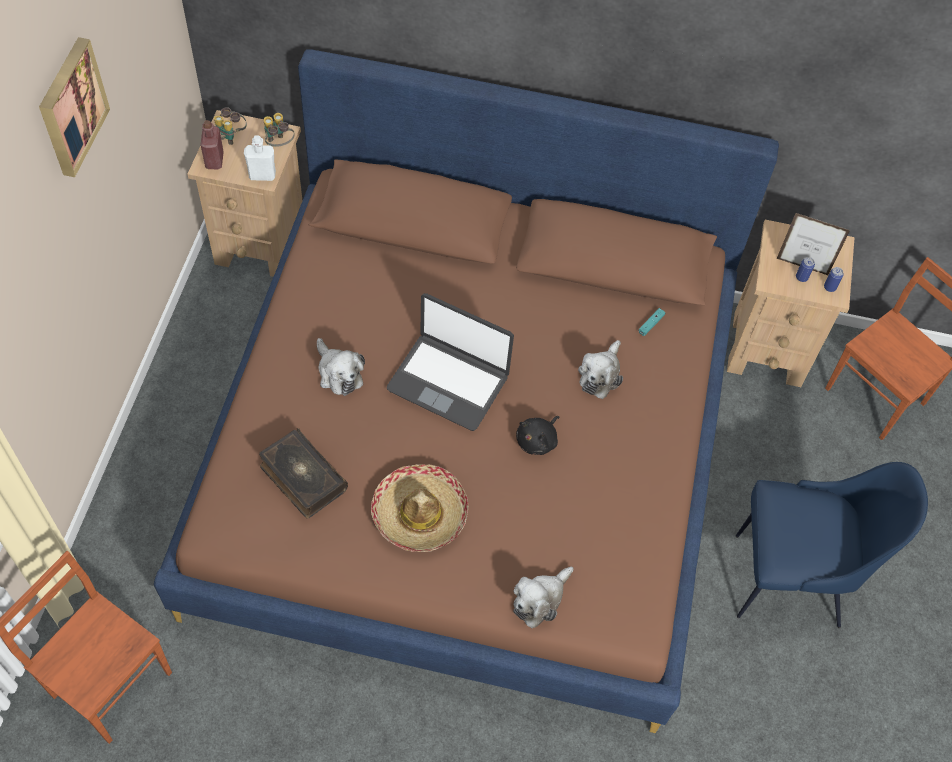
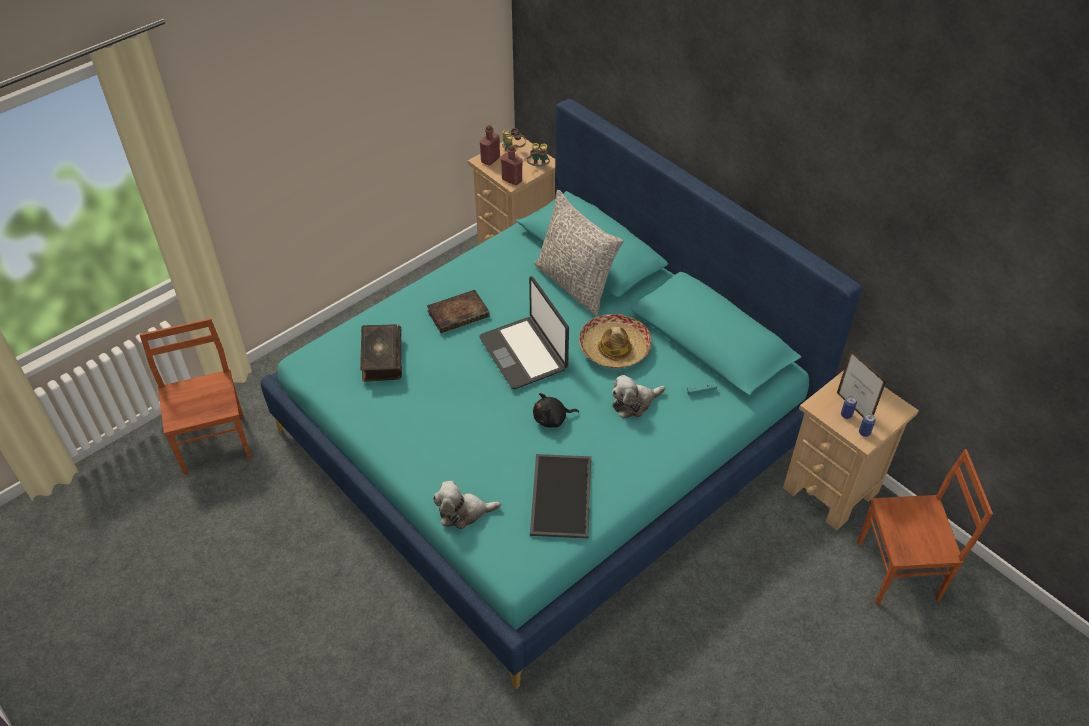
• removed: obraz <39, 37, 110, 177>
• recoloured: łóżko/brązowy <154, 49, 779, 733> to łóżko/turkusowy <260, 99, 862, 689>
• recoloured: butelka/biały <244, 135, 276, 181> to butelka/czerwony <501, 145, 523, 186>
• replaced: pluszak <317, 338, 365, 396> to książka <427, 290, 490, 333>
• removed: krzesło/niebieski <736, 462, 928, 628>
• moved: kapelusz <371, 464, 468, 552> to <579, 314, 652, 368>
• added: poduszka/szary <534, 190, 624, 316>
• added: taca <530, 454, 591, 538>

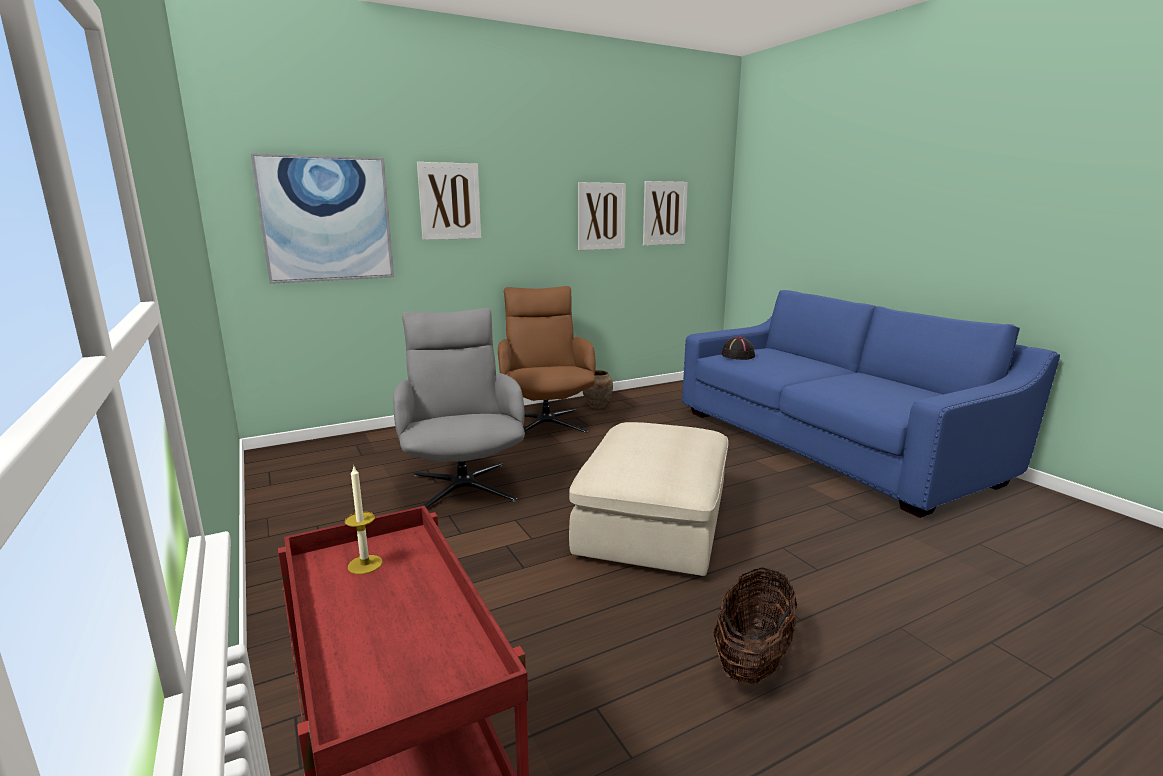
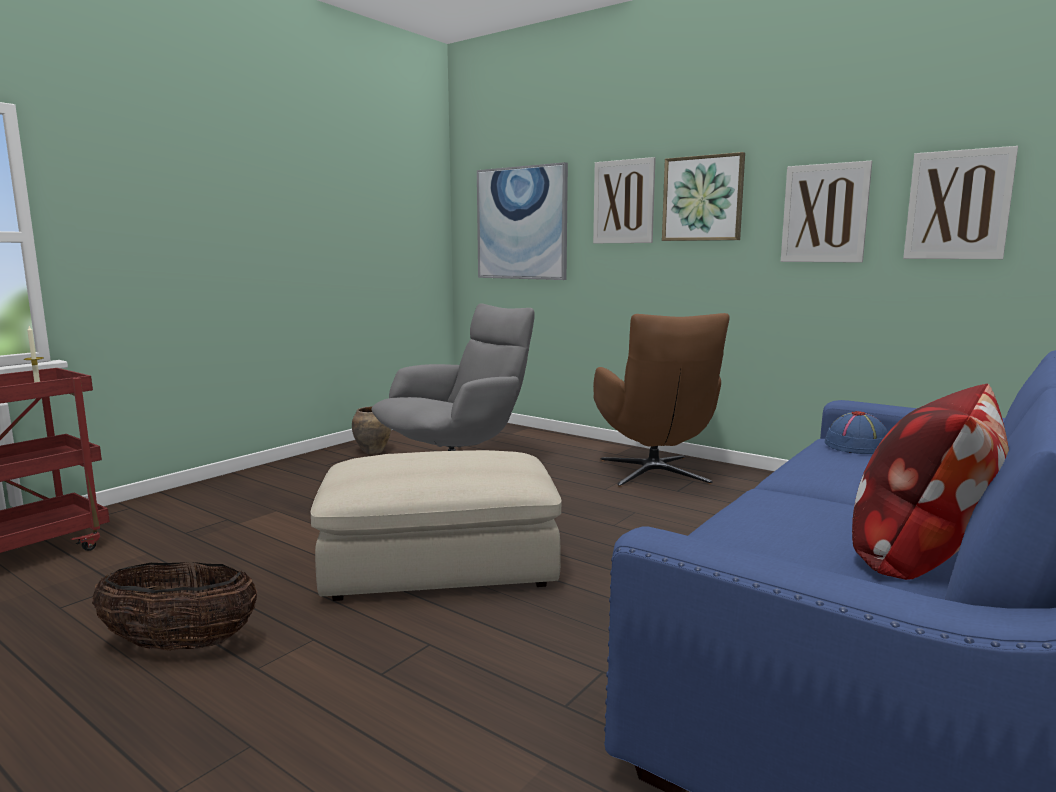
• turned: fotel/brązowy <498, 286, 596, 434> = <593, 313, 730, 487> 120 degrees clockwise
• recoloured: kapelusz/czarny <721, 337, 755, 360> to kapelusz/niebieski <825, 411, 888, 454>
• moved: wazon/brązowy <583, 370, 613, 409> to <352, 406, 391, 454>
• added: obraz <662, 152, 745, 241>
• added: poduszka <852, 384, 1009, 580>

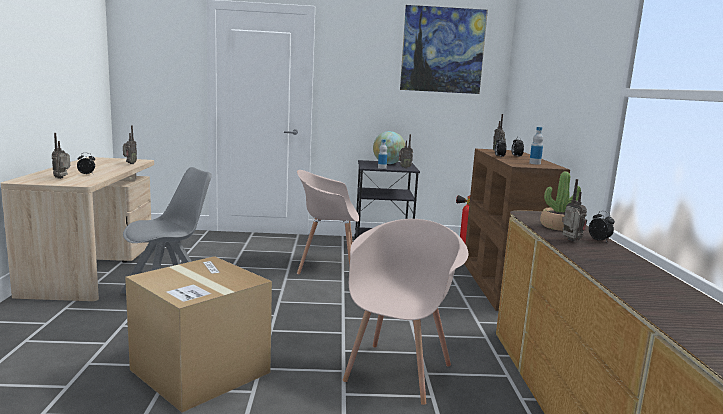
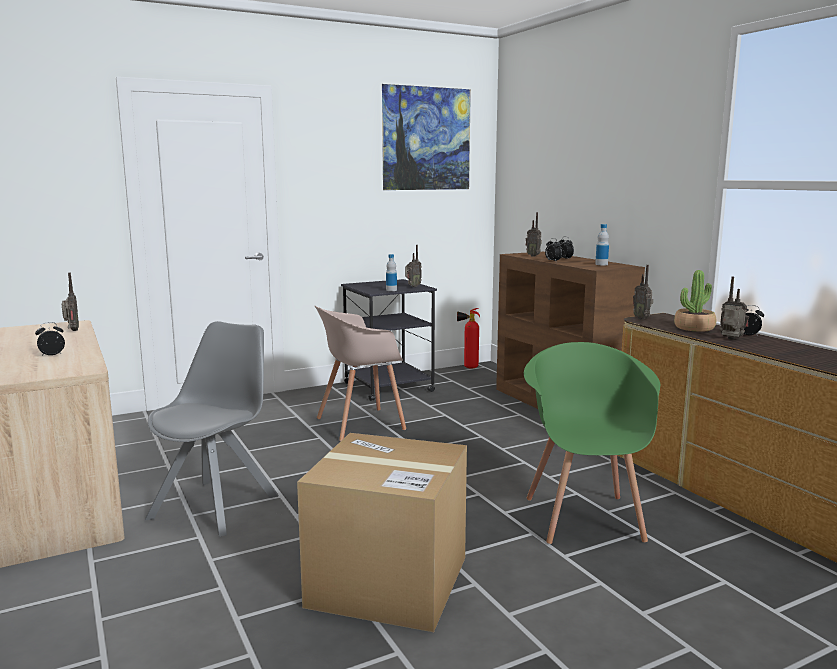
• removed: globus <373, 131, 405, 164>
• moved: radio <52, 133, 70, 179> to <633, 265, 653, 320>
• recoloured: krzesło/beżowy <343, 219, 468, 405> to krzesło/zielony <524, 342, 660, 544>

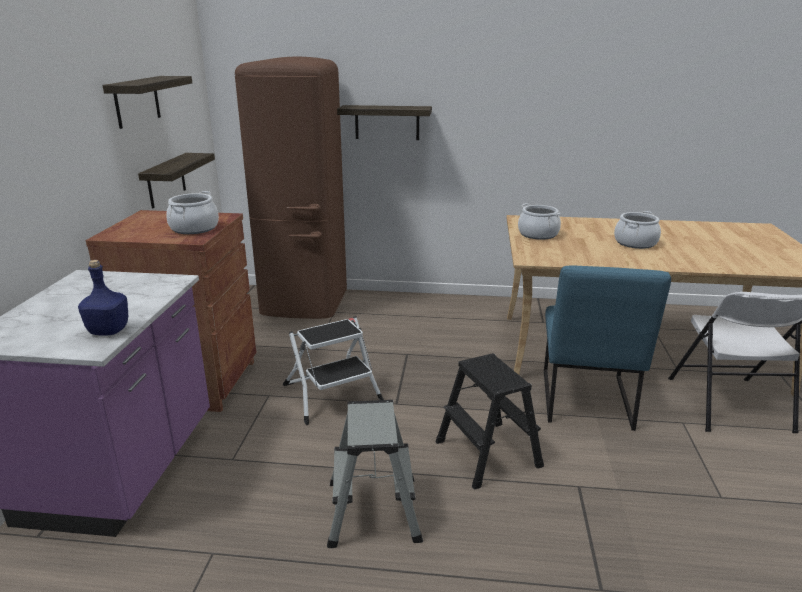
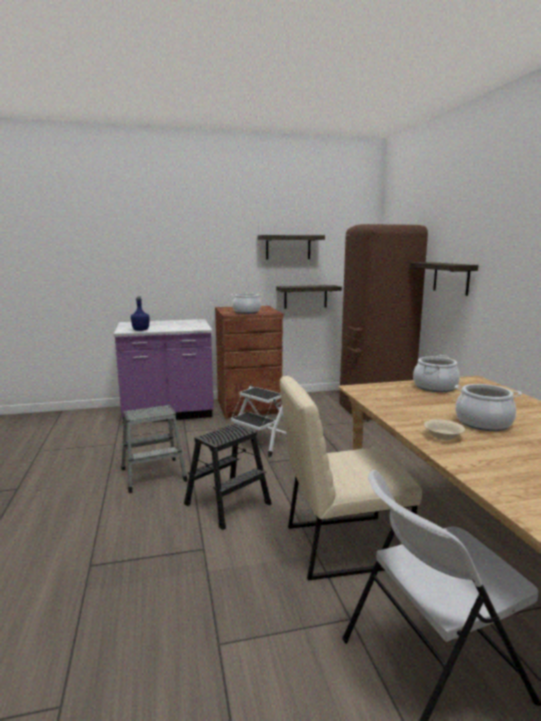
• recoloured: krzesło/niebieski <544, 266, 671, 431> to krzesło/beżowy <280, 376, 422, 581>
• added: miska/beżowy <424, 419, 465, 440>

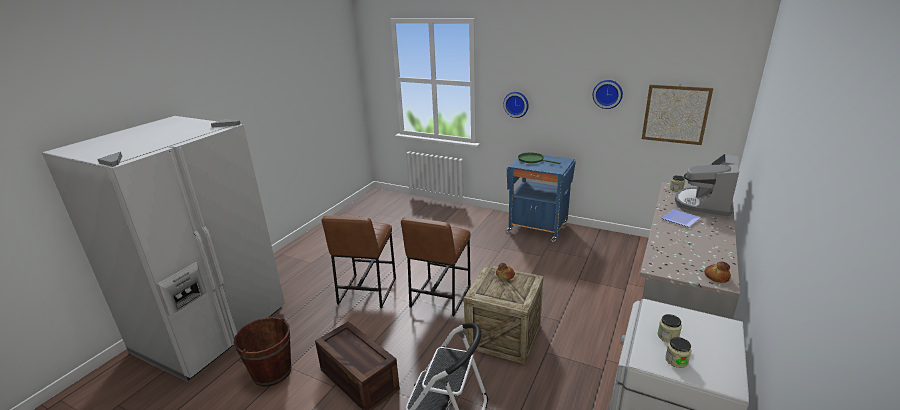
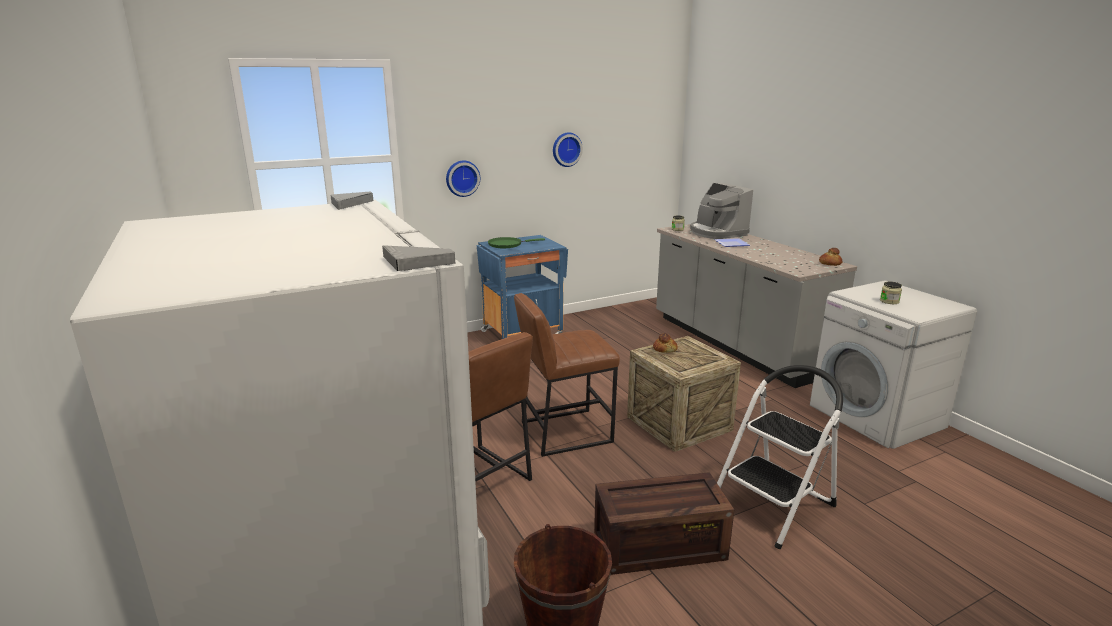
• removed: obraz <642, 84, 713, 145>
• turned: krzesło/brązowy <401, 217, 470, 316> = <514, 293, 620, 457> 105 degrees clockwise
• removed: słoik <665, 337, 691, 368>

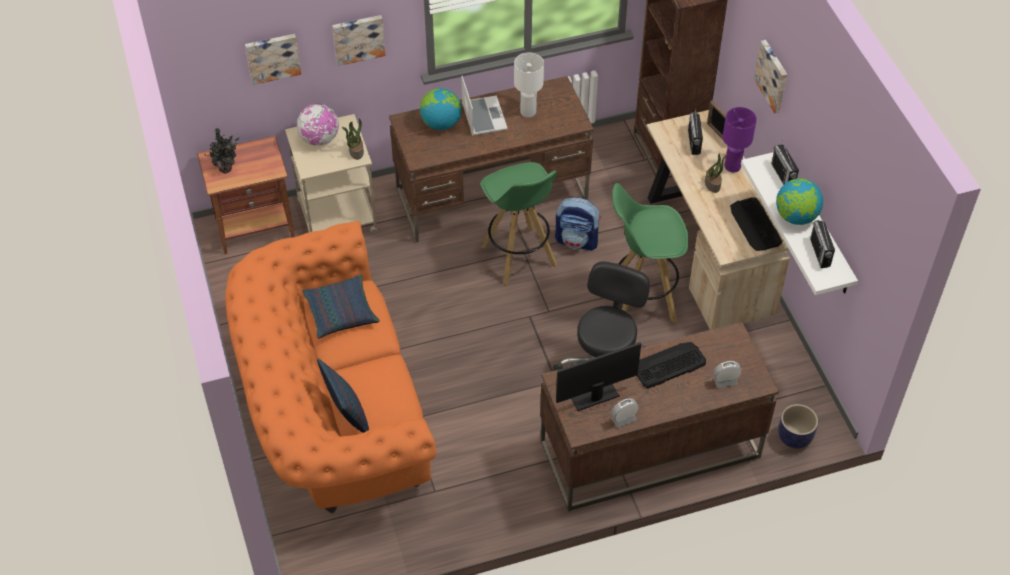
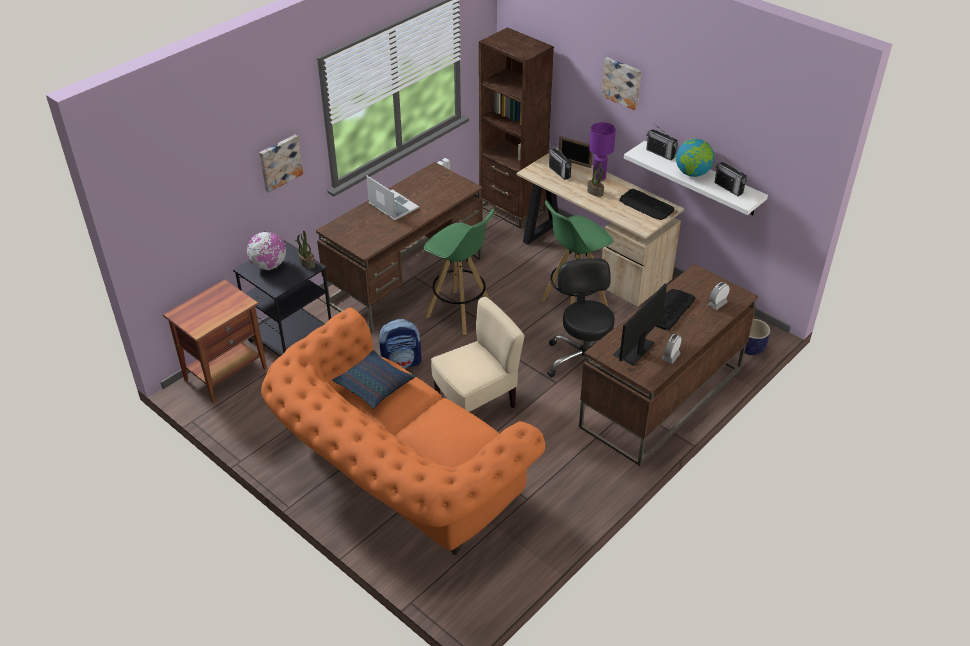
• removed: obraz <245, 34, 301, 85>
• removed: lampa stołowa/biały <514, 52, 544, 117>
• removed: globus <420, 88, 462, 130>
• recoloured: wózek/beżowy <285, 114, 378, 233> to wózek/czarny <233, 240, 331, 356>
• removed: roślina doniczkowa <206, 128, 239, 174>
• moved: plecak <555, 197, 601, 251> to <379, 319, 422, 368>
• removed: poduszka/niebieski <317, 359, 369, 433>
• added: krzesło/beżowy <431, 297, 525, 412>

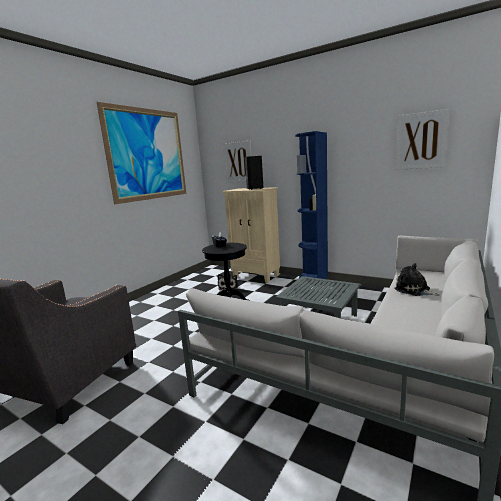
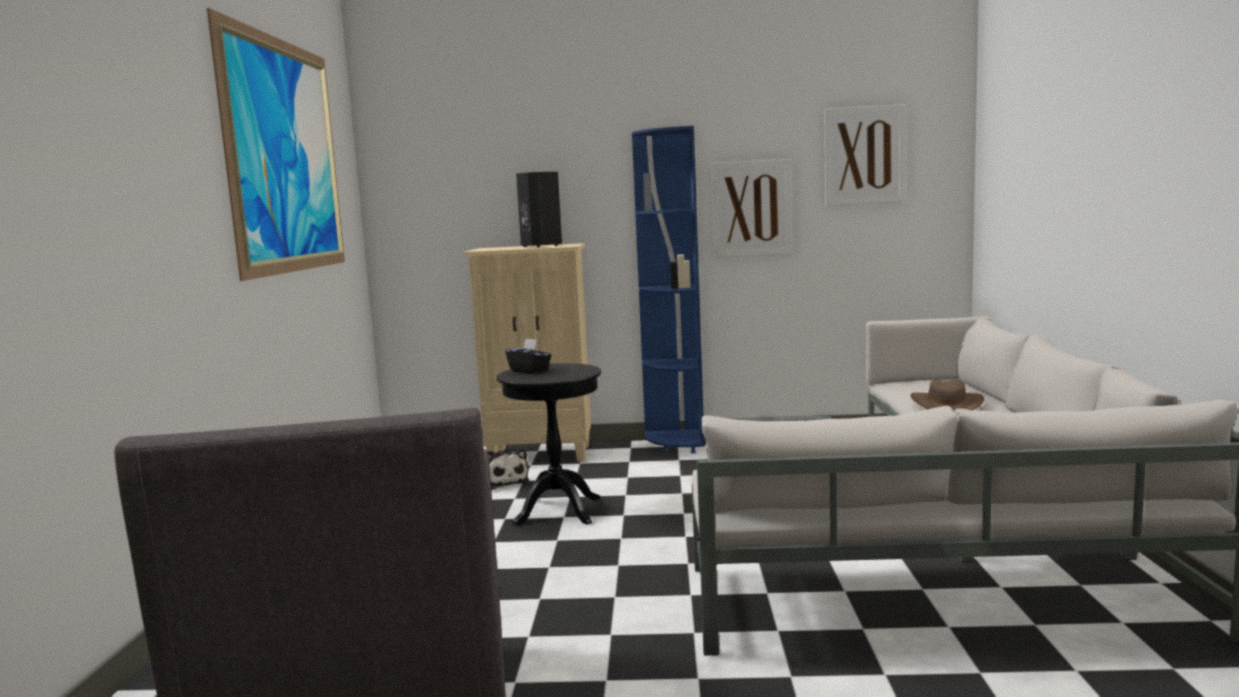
• moved: obraz <223, 141, 252, 183> to <712, 159, 792, 258>
• replaced: pluszak <394, 263, 440, 296> to kapelusz/brązowy <910, 380, 984, 411>

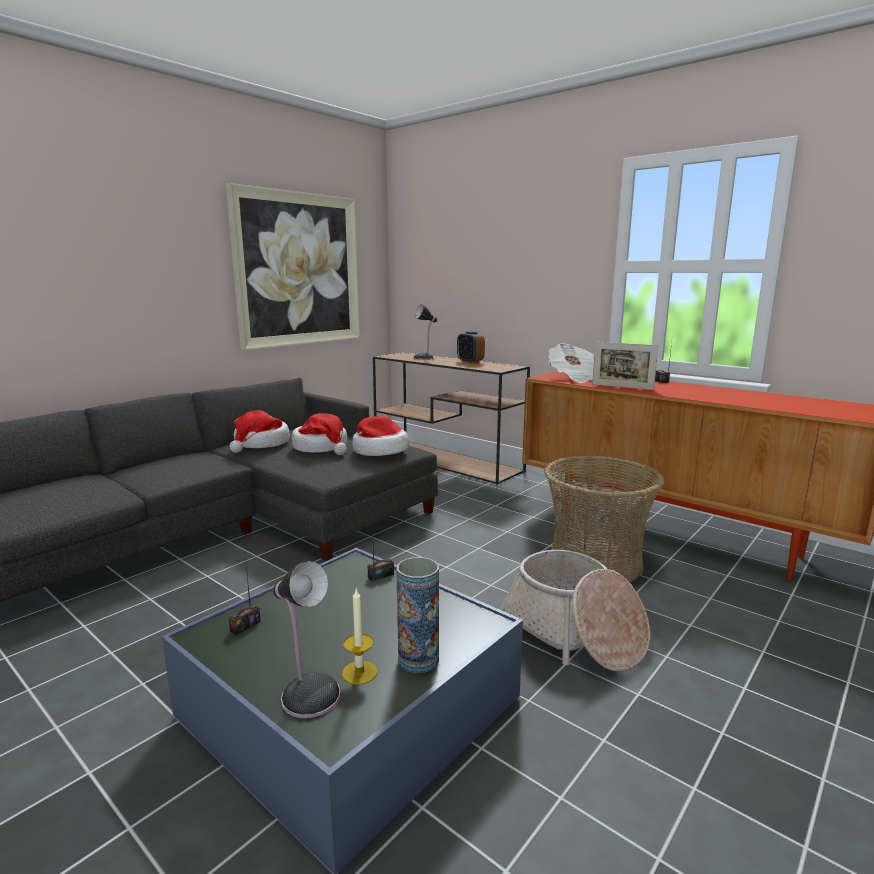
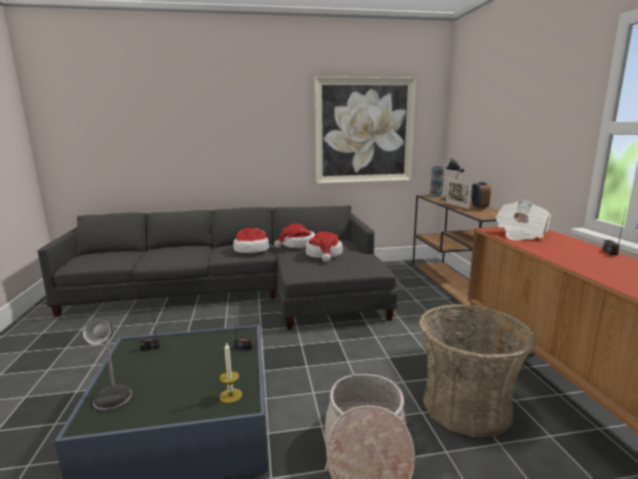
• moved: ramka na zdjęcie <592, 342, 658, 390> to <446, 178, 472, 209>
• moved: kapelusz <353, 415, 408, 456> to <233, 228, 269, 253>
• moved: wazon <396, 557, 439, 673> to <430, 166, 444, 197>
• moved: świeca <342, 589, 377, 685> to <220, 342, 242, 403>

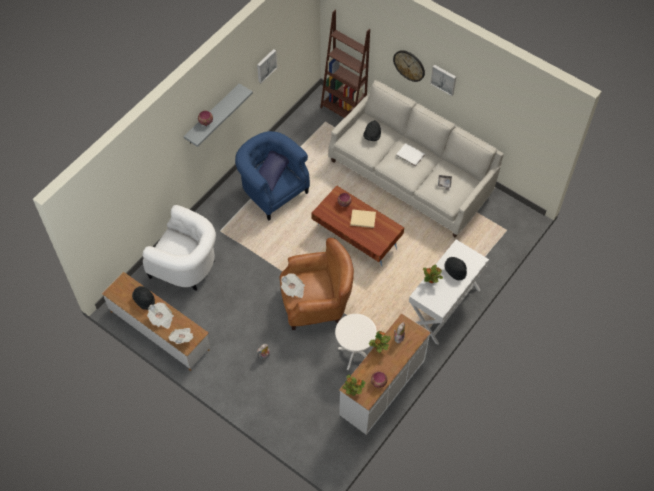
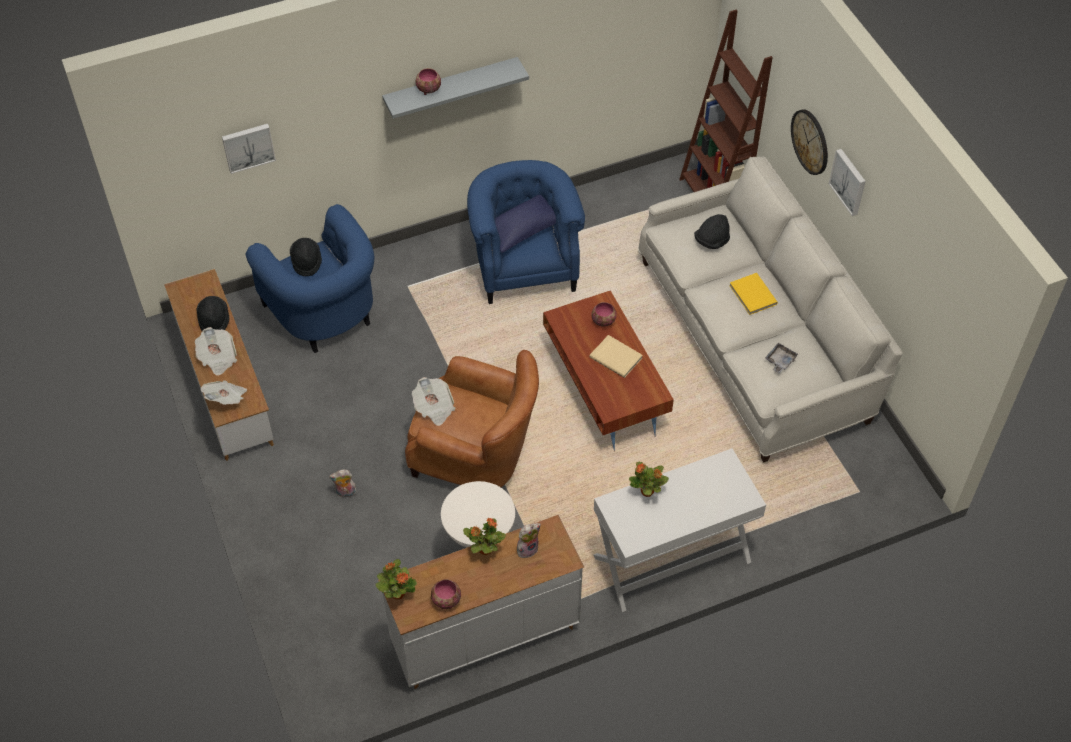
• moved: obraz <257, 49, 277, 83> to <222, 124, 276, 174>
• recoloured: książka/biały <396, 143, 425, 167> to książka/żółty <729, 273, 778, 315>
• recoloured: fotel/biały <142, 205, 216, 291> to fotel/niebieski <245, 204, 374, 353>
• moved: kapelusz/czarny <444, 257, 467, 280> to <290, 238, 322, 276>

